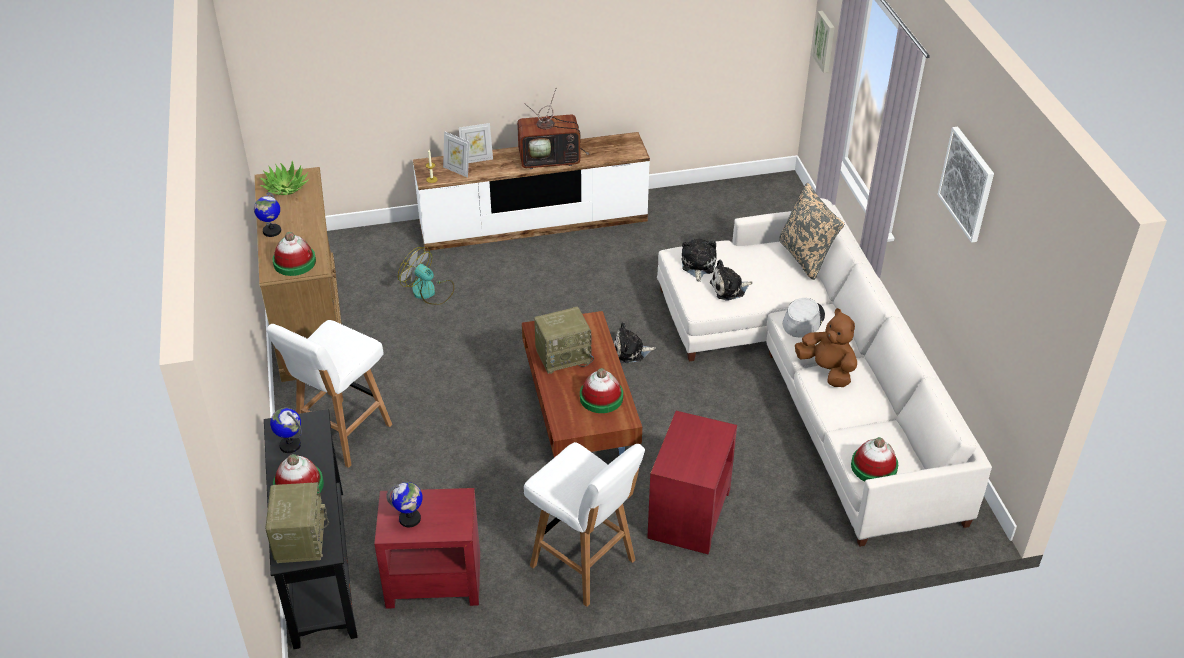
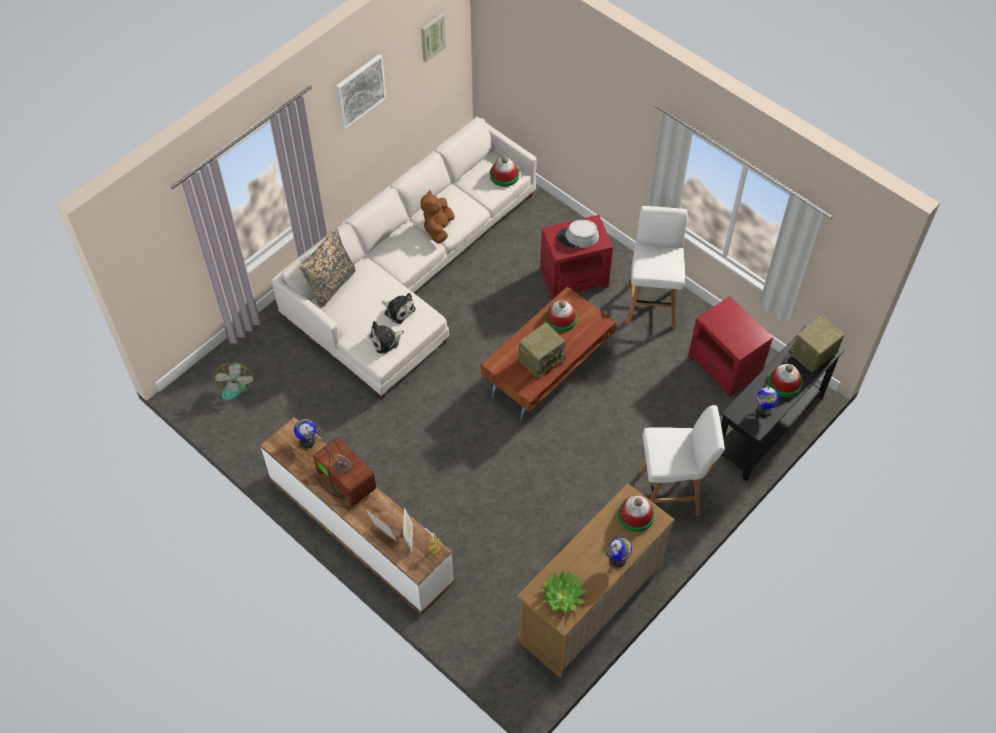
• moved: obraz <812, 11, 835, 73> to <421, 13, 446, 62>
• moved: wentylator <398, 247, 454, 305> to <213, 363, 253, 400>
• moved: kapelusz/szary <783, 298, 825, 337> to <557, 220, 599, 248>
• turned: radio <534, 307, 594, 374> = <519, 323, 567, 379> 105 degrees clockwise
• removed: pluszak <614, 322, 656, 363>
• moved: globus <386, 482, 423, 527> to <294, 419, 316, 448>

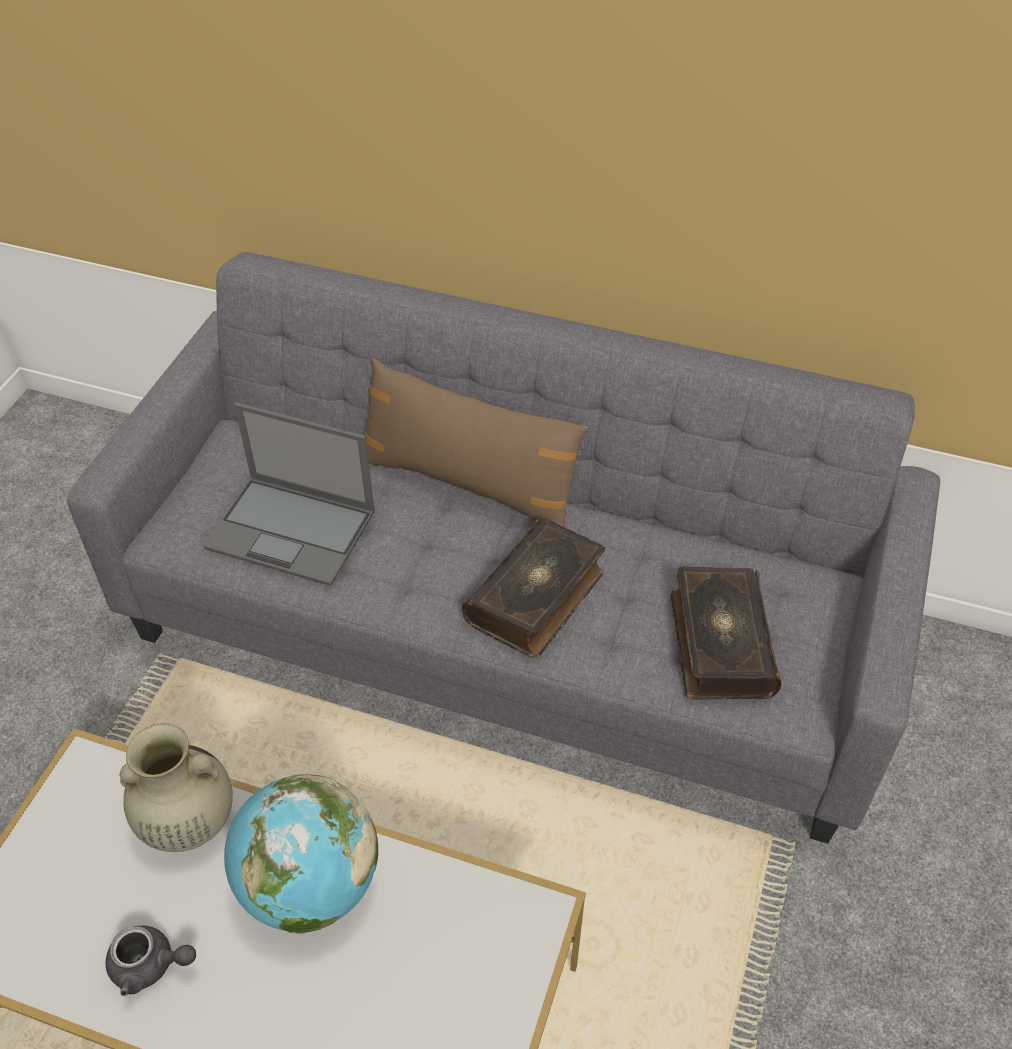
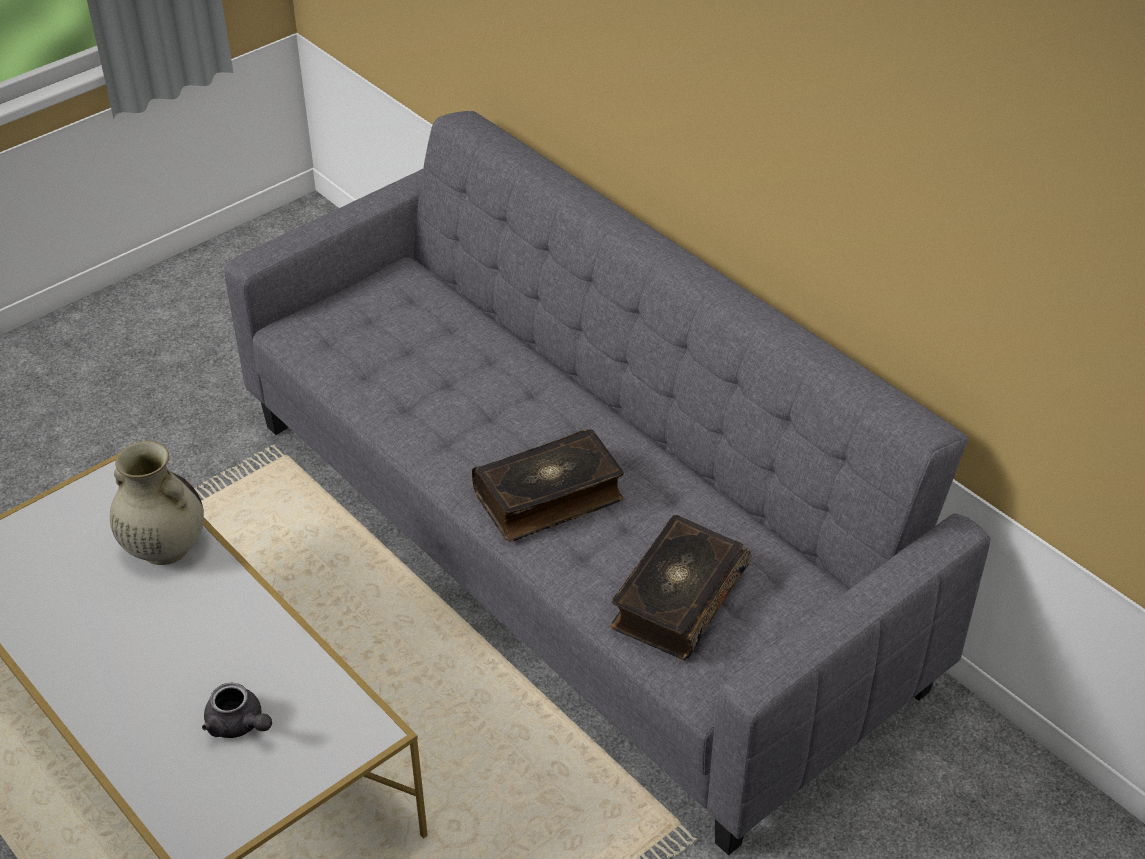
• removed: poduszka/brązowy <365, 358, 588, 528>
• removed: laptop <203, 402, 375, 586>
• removed: globus <224, 774, 378, 934>
• moved: imbryk/szary <106, 926, 196, 996> to <202, 683, 272, 738>

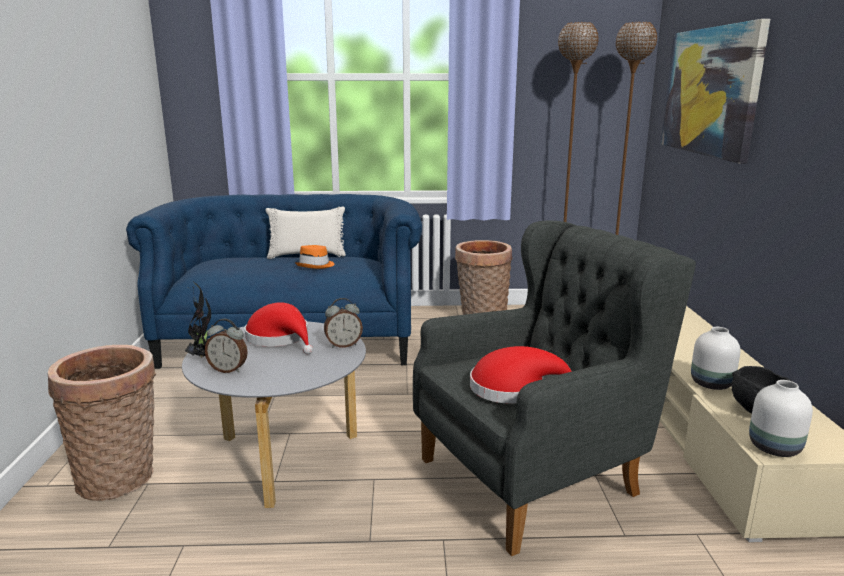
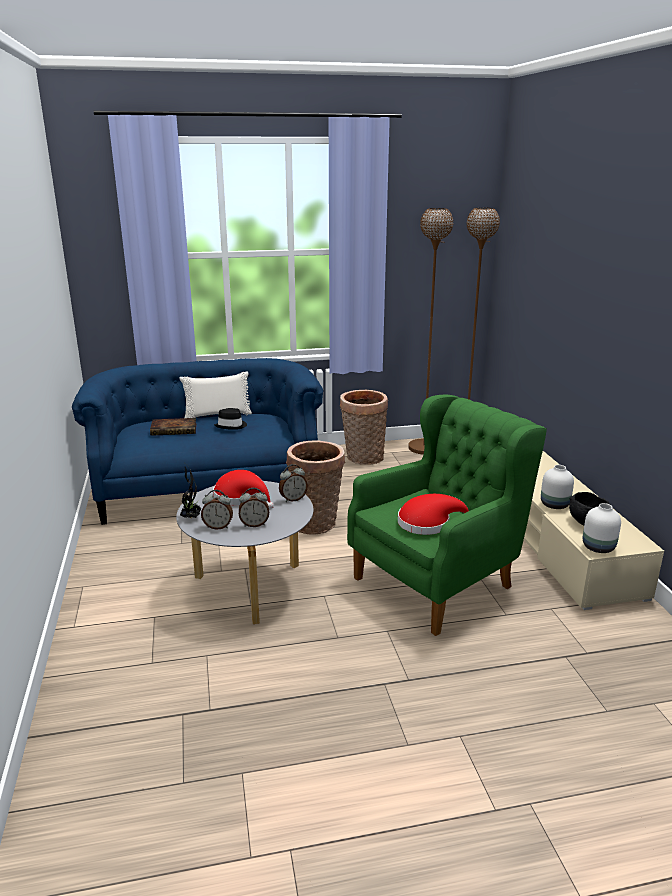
• removed: obraz <661, 19, 770, 164>
• recoloured: fotel/szary <413, 220, 696, 556> to fotel/zielony <347, 395, 547, 636>
• recoloured: kapelusz/pomarańczowy <295, 245, 335, 269> to kapelusz/czarny <214, 408, 247, 430>
• moved: koszyk <48, 345, 156, 501> to <286, 440, 345, 535>
• added: książka <150, 418, 196, 436>
• added: budzik <239, 488, 269, 527>

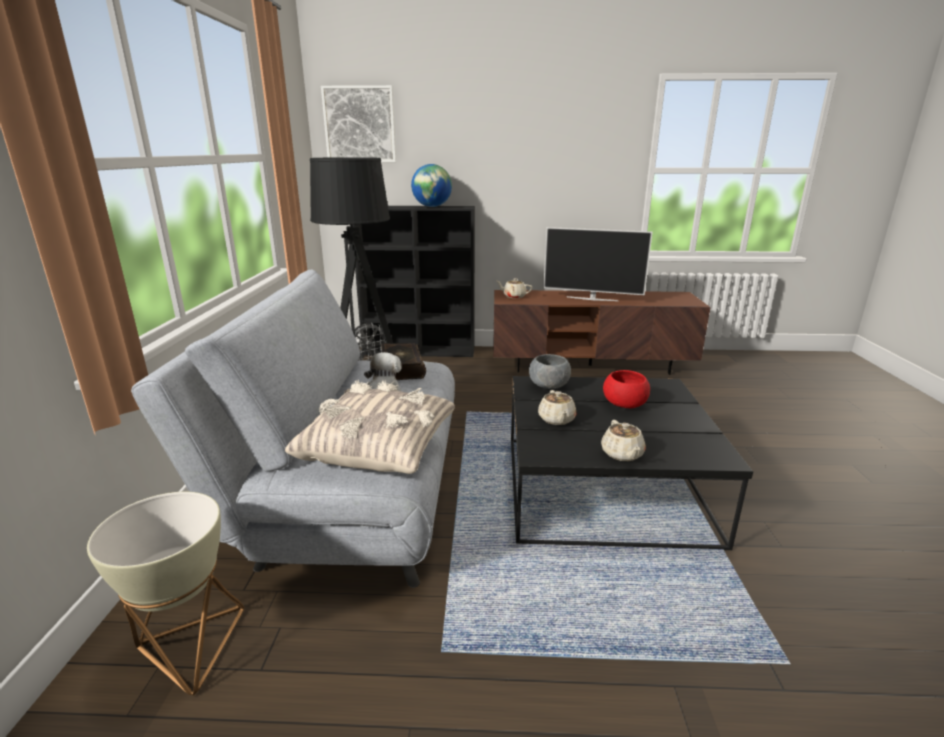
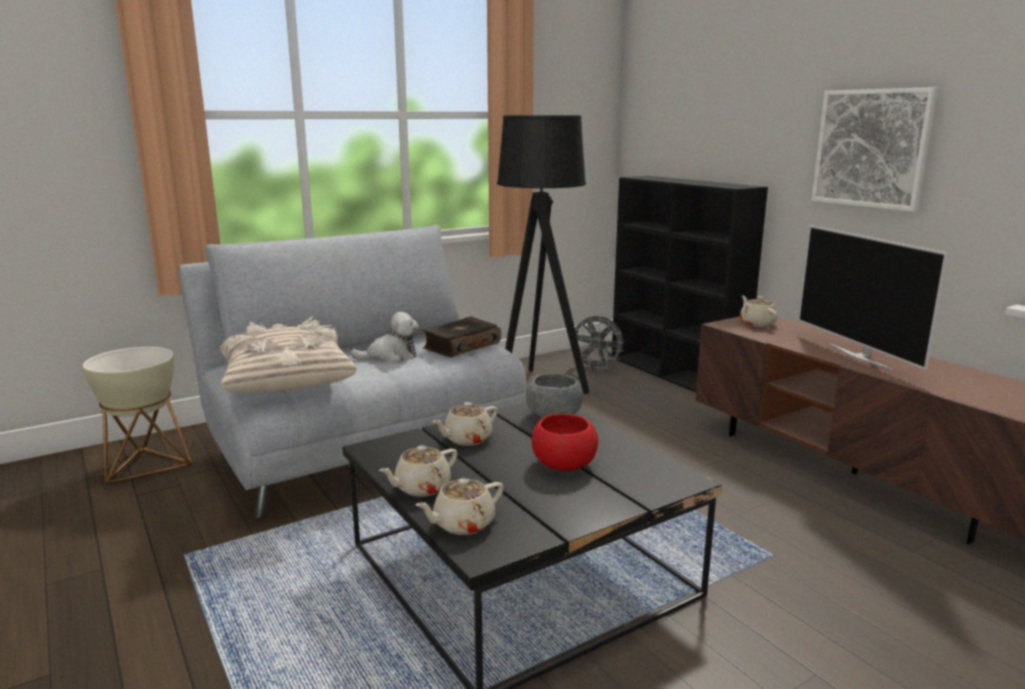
• moved: obraz <321, 85, 396, 162> to <812, 87, 938, 212>
• removed: globus <411, 164, 452, 207>
• added: imbryk/beżowy <416, 478, 504, 535>

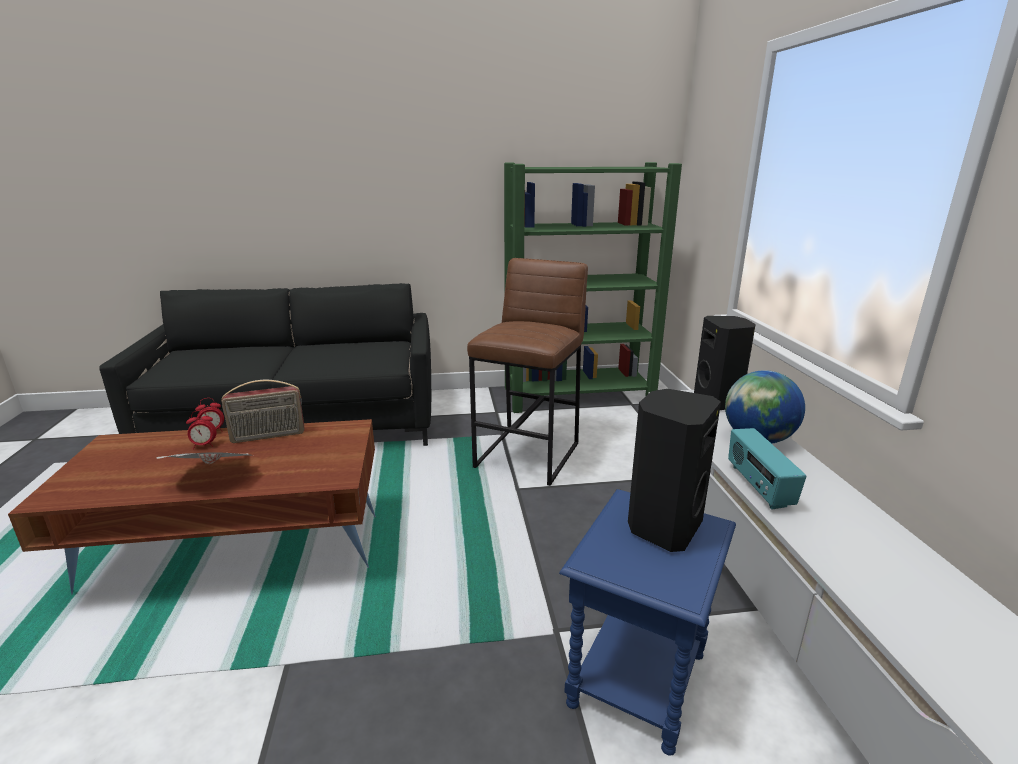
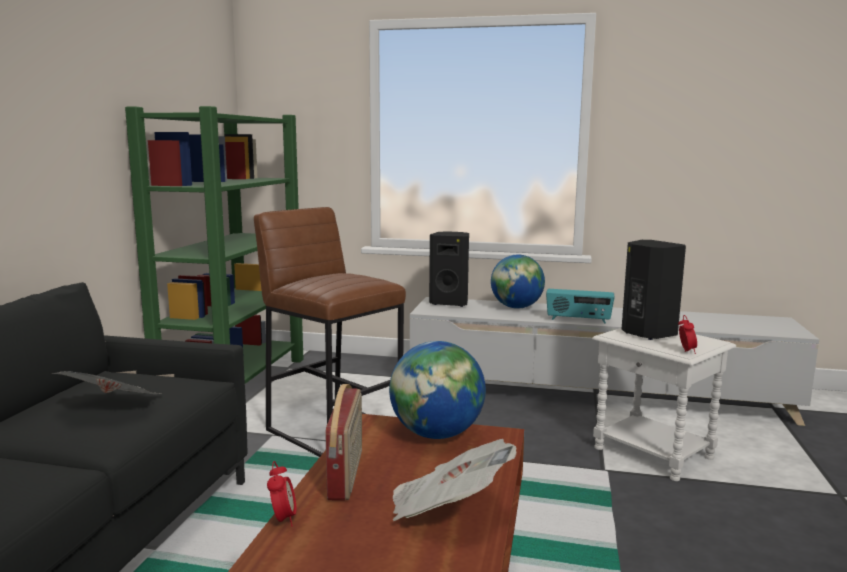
• moved: budzik <186, 410, 217, 449> to <678, 315, 697, 354>
• recoloured: stolik/niebieski <559, 489, 736, 756> to stolik/biały <592, 328, 736, 481>
• added: globus <389, 341, 486, 439>
• added: gazeta <51, 372, 160, 394>

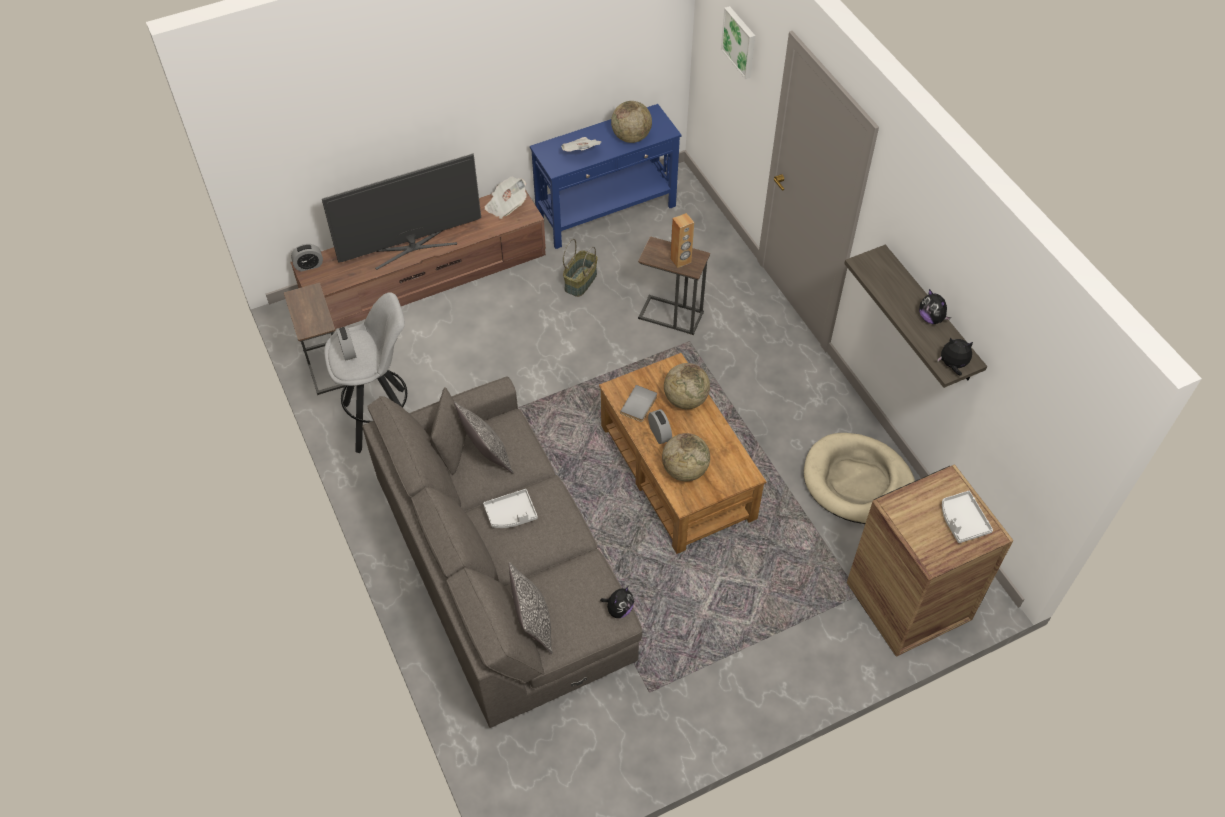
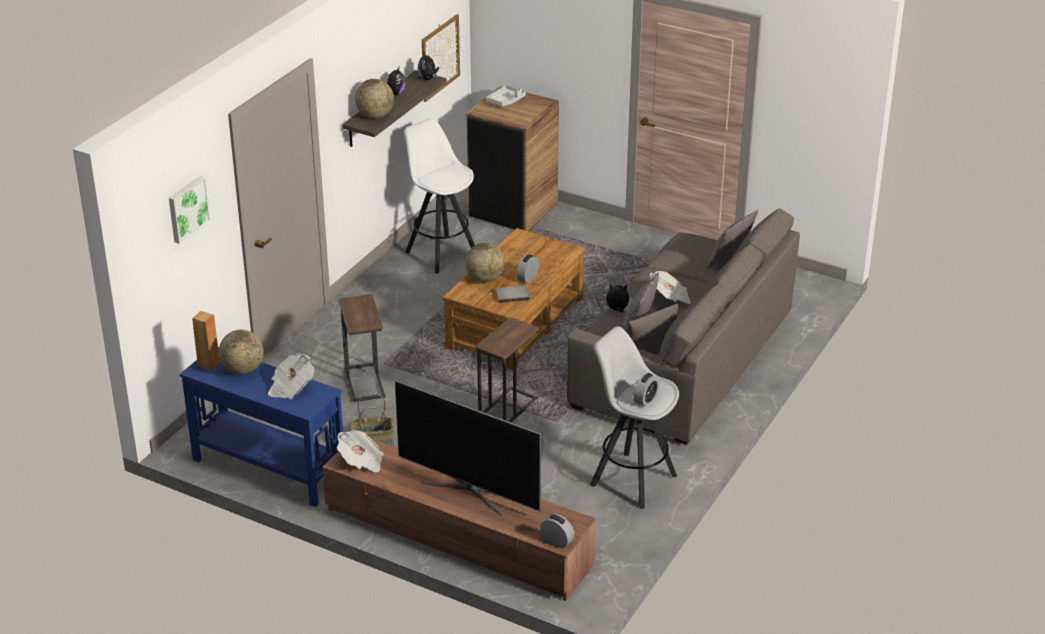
• moved: głośnik/brązowy <670, 213, 694, 268> to <192, 311, 220, 371>
• moved: stolik/brązowy <284, 283, 345, 395> to <475, 317, 539, 422>
• moved: globus <662, 433, 710, 481> to <355, 79, 394, 118>
• replaced: legowisko/beżowy <804, 433, 915, 524> to stołek/biały <404, 118, 475, 273>
• replaced: taca/szary <483, 489, 538, 528> to gazeta <650, 271, 690, 304>
• moved: pluszak <600, 587, 634, 618> to <604, 284, 629, 313>
• added: obraz <422, 14, 460, 102>

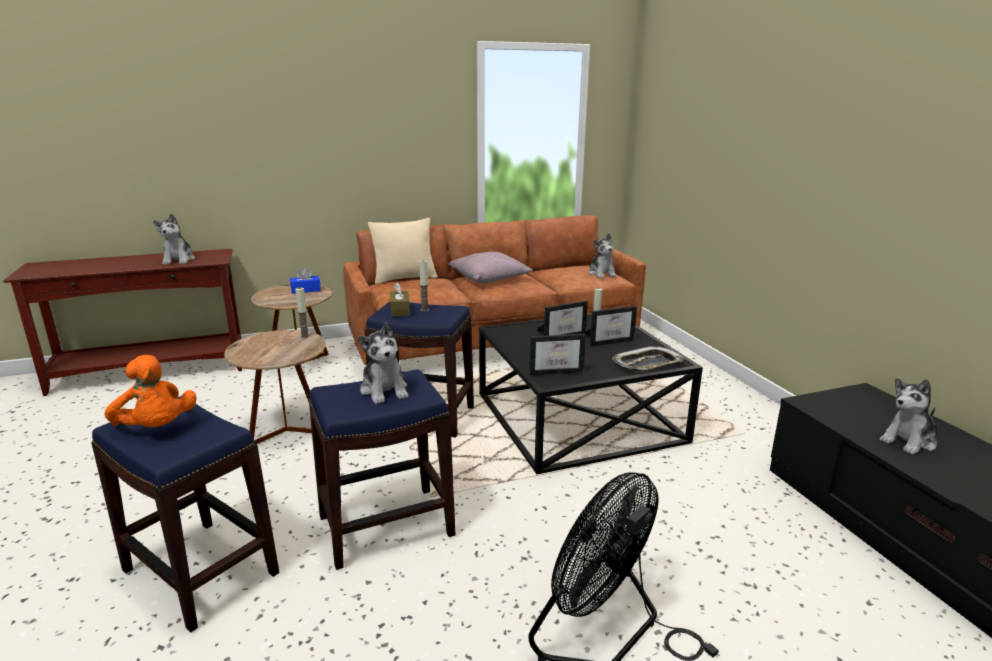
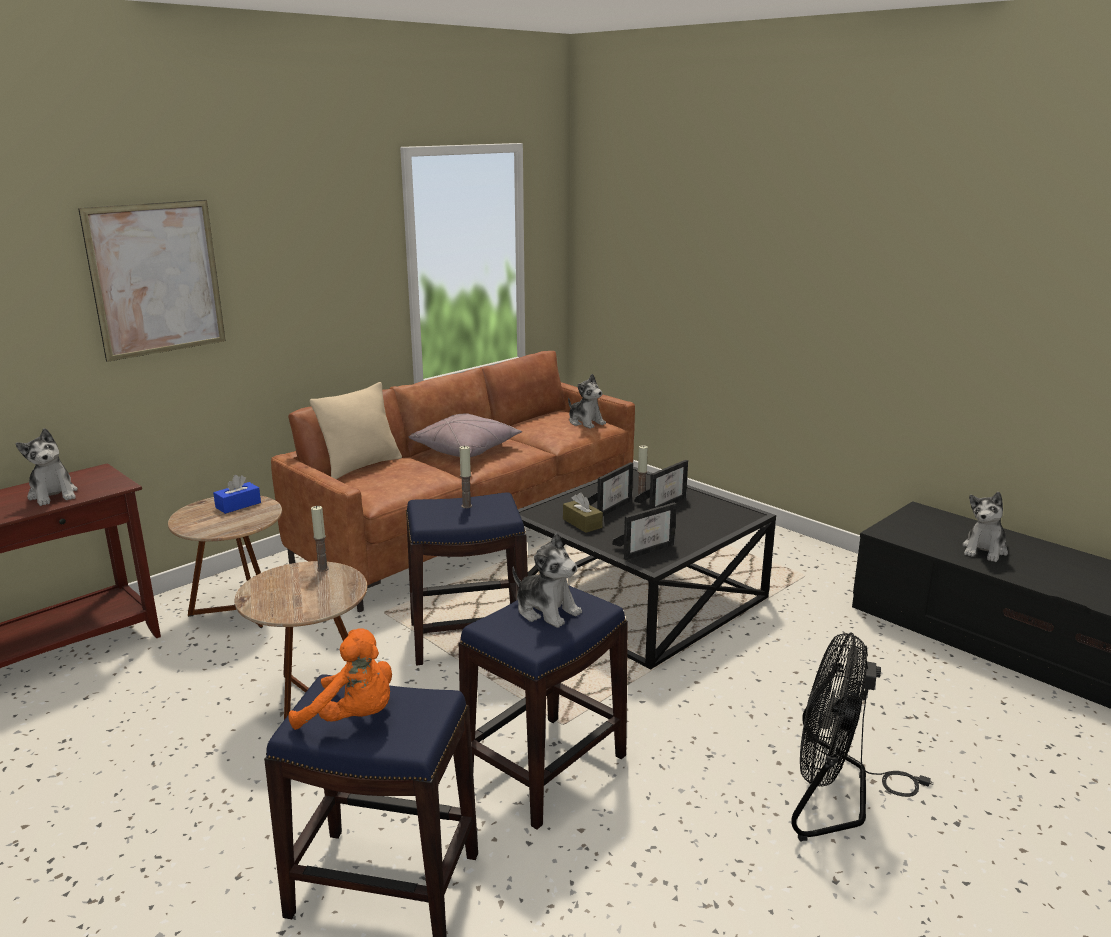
• moved: pudełko chusteczek/brązowy <390, 282, 410, 316> to <563, 493, 603, 533>
• removed: taca <612, 346, 684, 371>
• added: obraz <78, 200, 226, 362>

